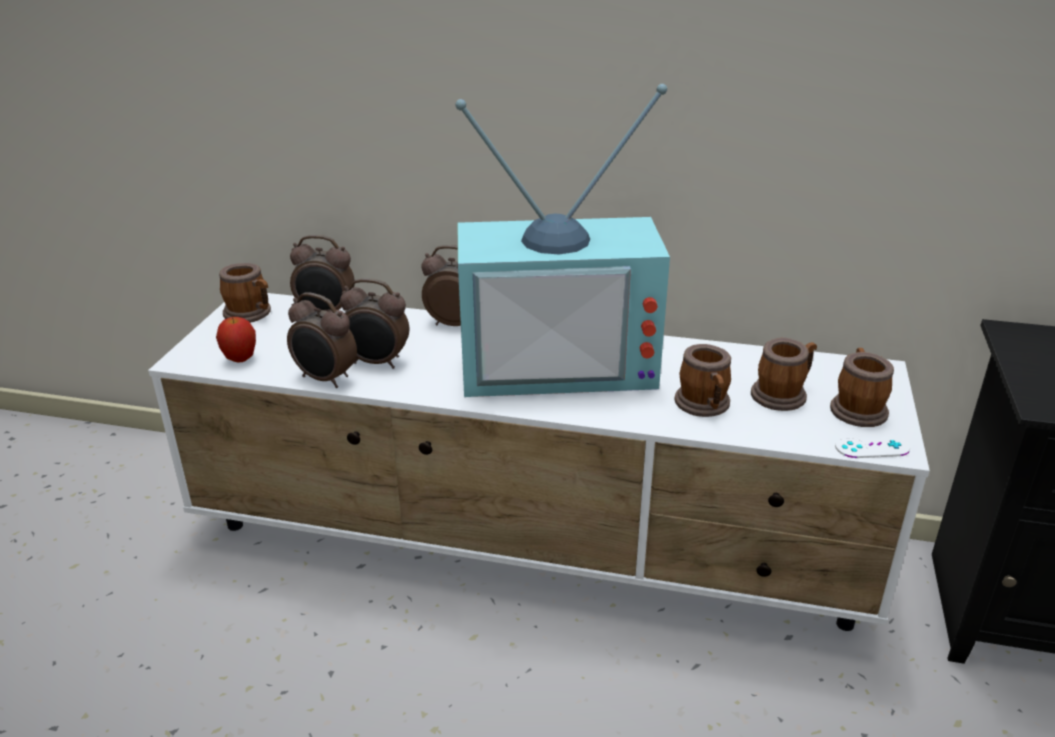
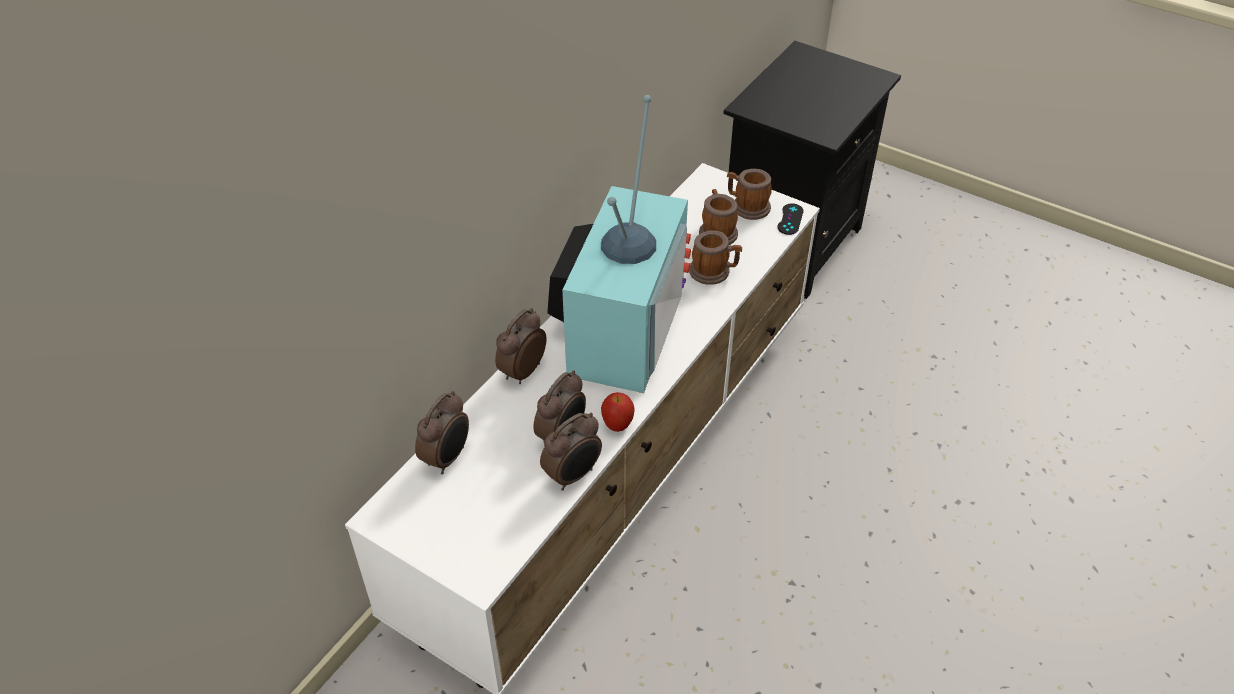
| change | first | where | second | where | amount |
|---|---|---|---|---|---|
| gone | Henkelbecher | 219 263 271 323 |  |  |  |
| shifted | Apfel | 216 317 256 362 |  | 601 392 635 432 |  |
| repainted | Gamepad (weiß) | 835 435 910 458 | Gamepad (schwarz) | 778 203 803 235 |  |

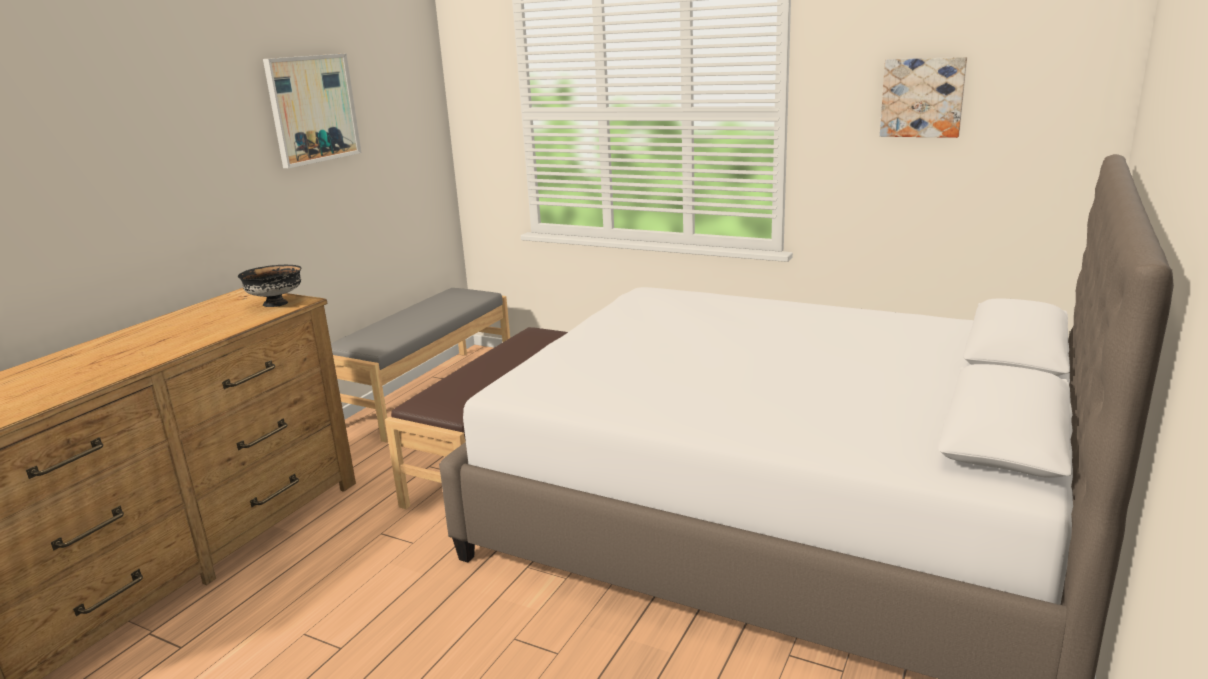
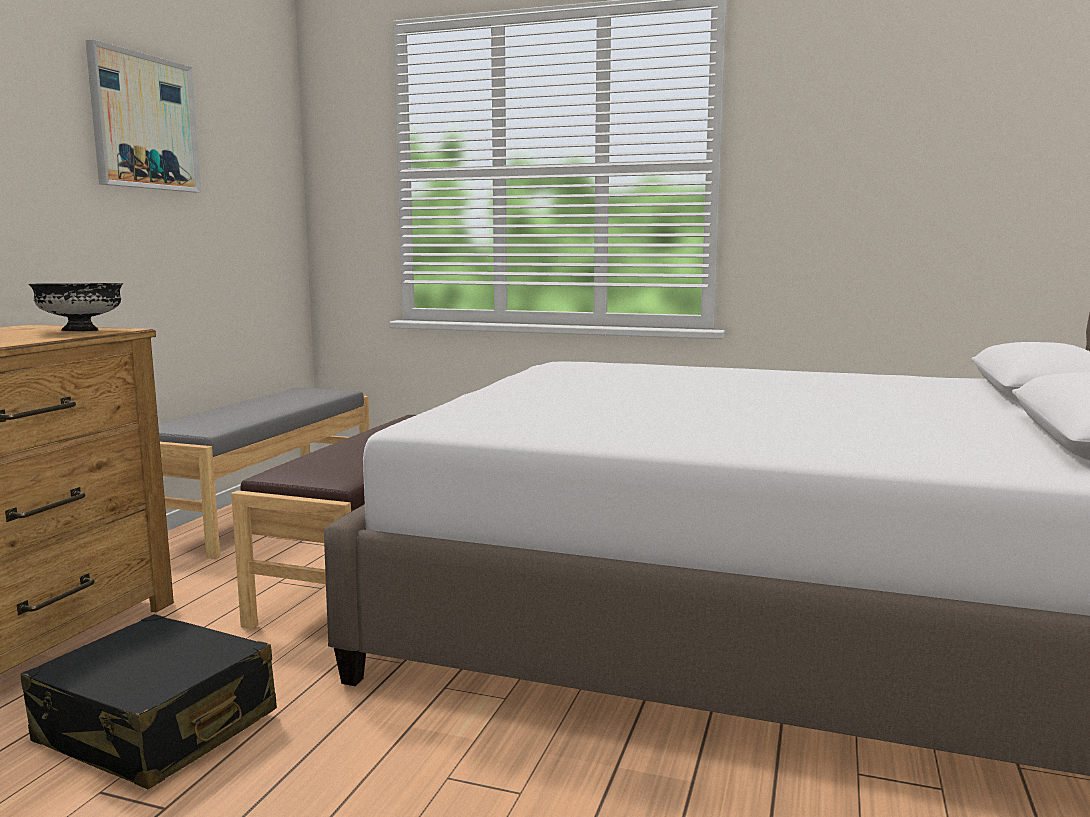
| change | first | where | second | where | amount |
|---|---|---|---|---|---|
| gone | Bild | 880 57 967 138 |  |  |  |
| new |  |  | Koffer (schwarz) | 21 614 277 789 |  |

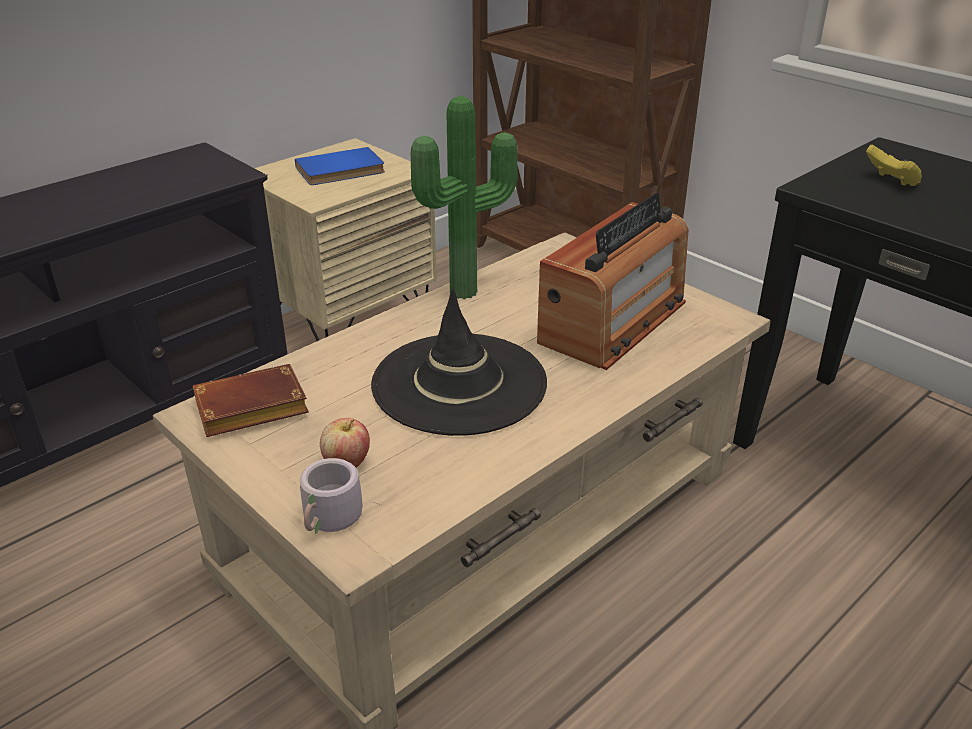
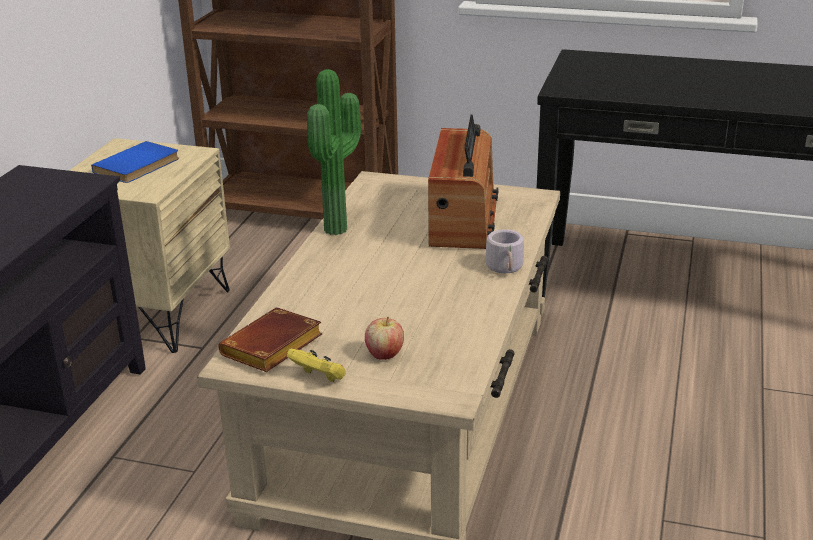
| change | first | where | second | where | amount |
|---|---|---|---|---|---|
| shifted | Gamepad (gelb) | 866 145 922 186 |  | 286 349 346 382 |  |
| gone | Hut (schwarz) | 371 289 547 436 |  |  |  |
| shifted | Henkelbecher (grau) | 300 458 376 534 |  | 486 229 524 273 |  |

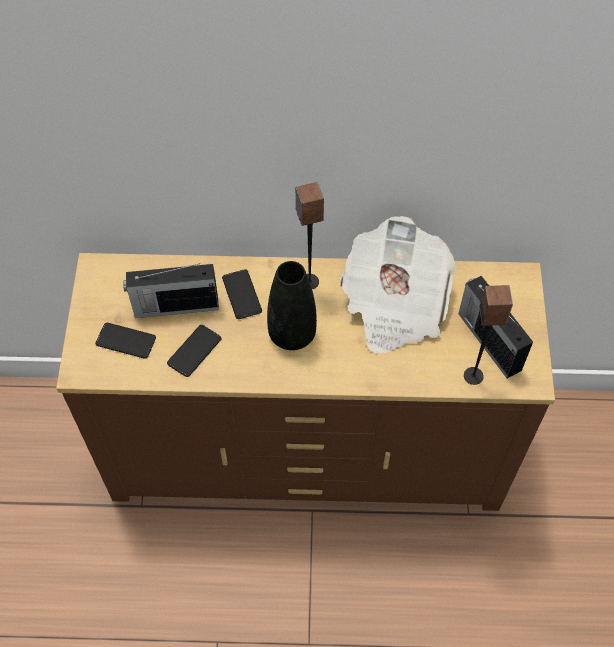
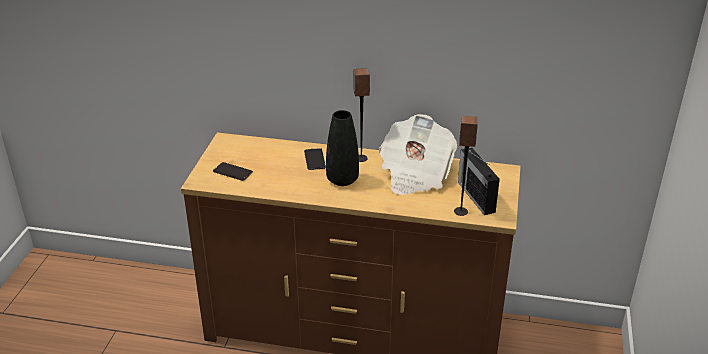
| change | first | where | second | where | amount |
|---|---|---|---|---|---|
| gone | Radio | 123 263 219 318 |  |  |  |
| gone | Handy | 167 325 221 377 |  |  |  |

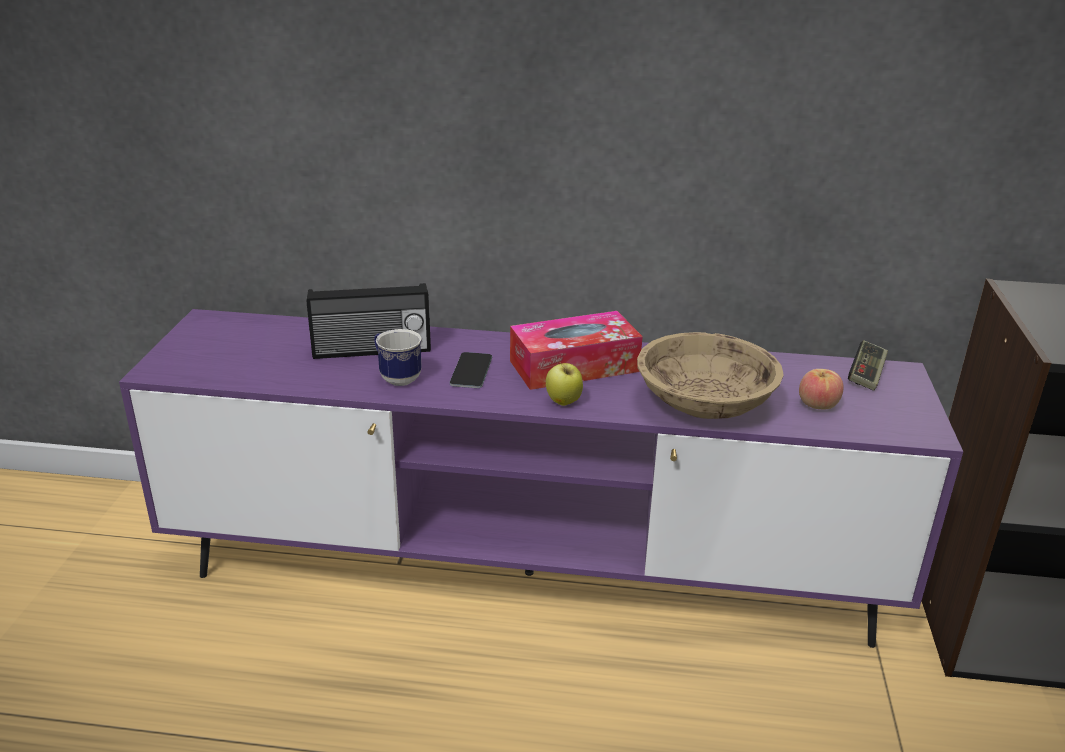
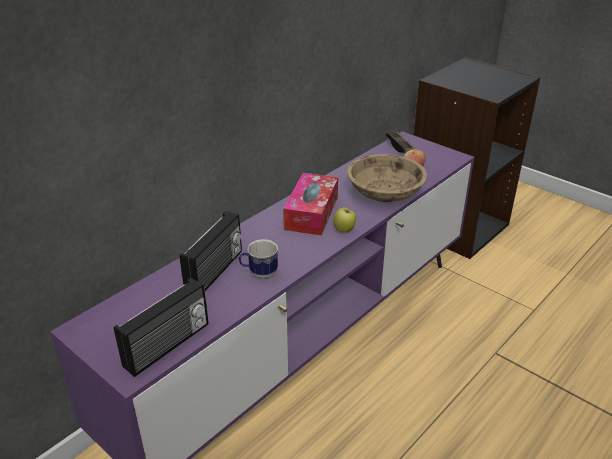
| change | first | where | second | where | amount |
|---|---|---|---|---|---|
| gone | Handy | 450 352 492 388 |  |  |  |
| new |  |  | Radio | 114 278 208 377 |  |

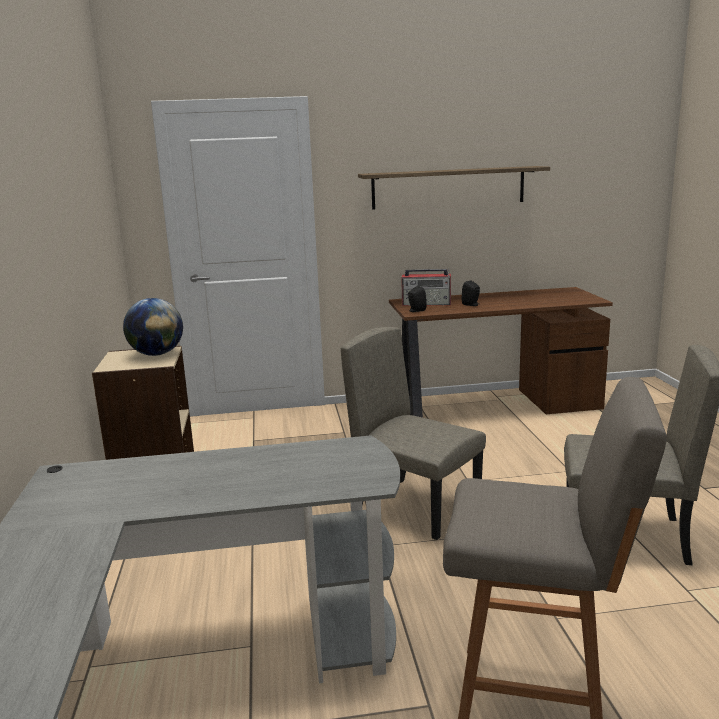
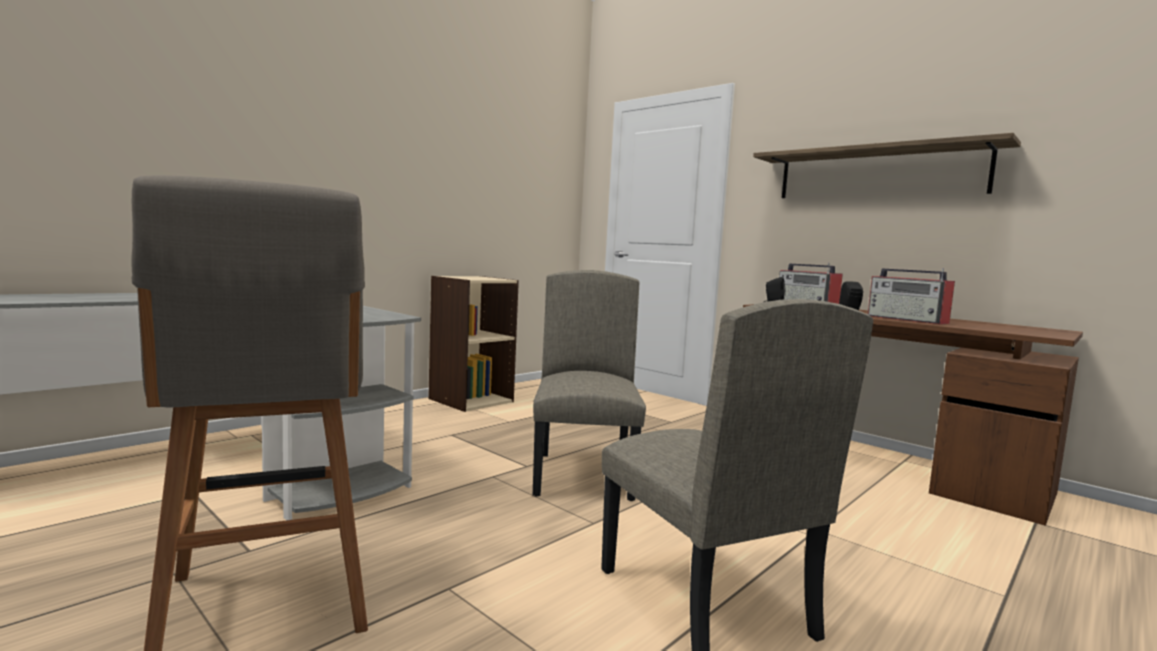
| change | first | where | second | where | amount |
|---|---|---|---|---|---|
| gone | Globus | 123 298 183 356 |  |  |  |
| new |  |  | Radio | 868 268 955 324 |  |

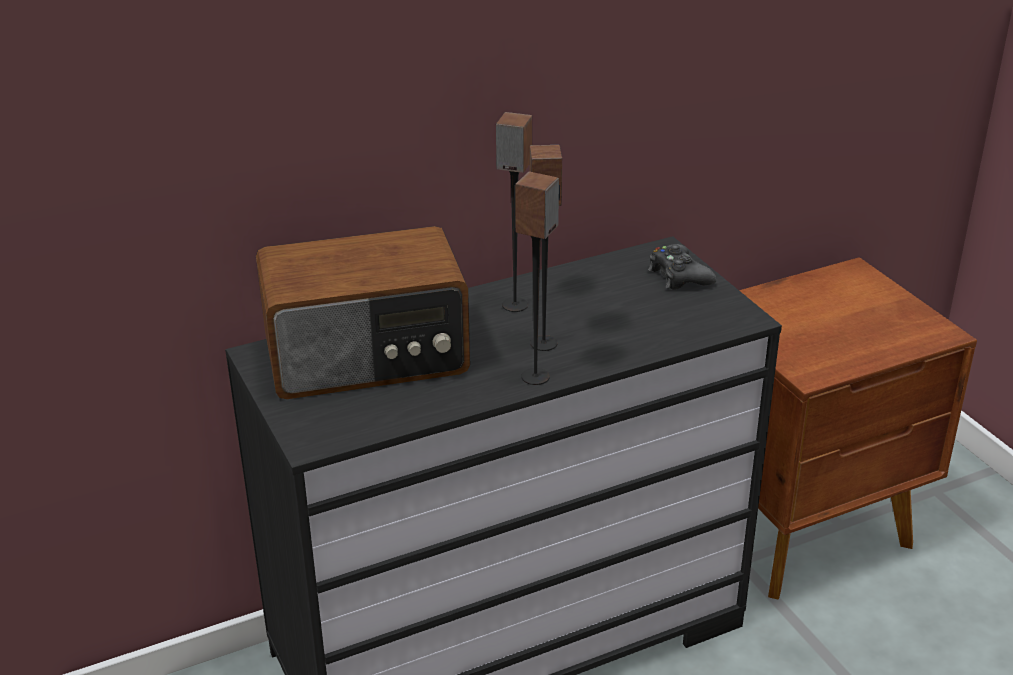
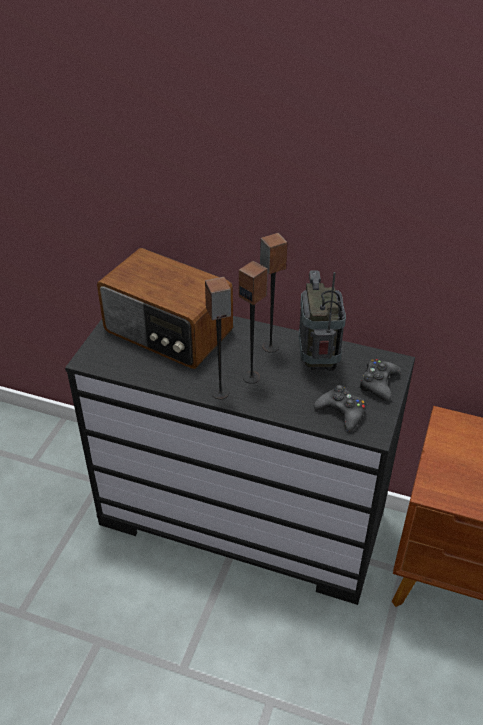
| change | first | where | second | where | amount |
|---|---|---|---|---|---|
| new |  |  | Radio | 299 270 346 371 |  |
| new |  |  | Gamepad (schwarz) | 314 385 366 431 |  |

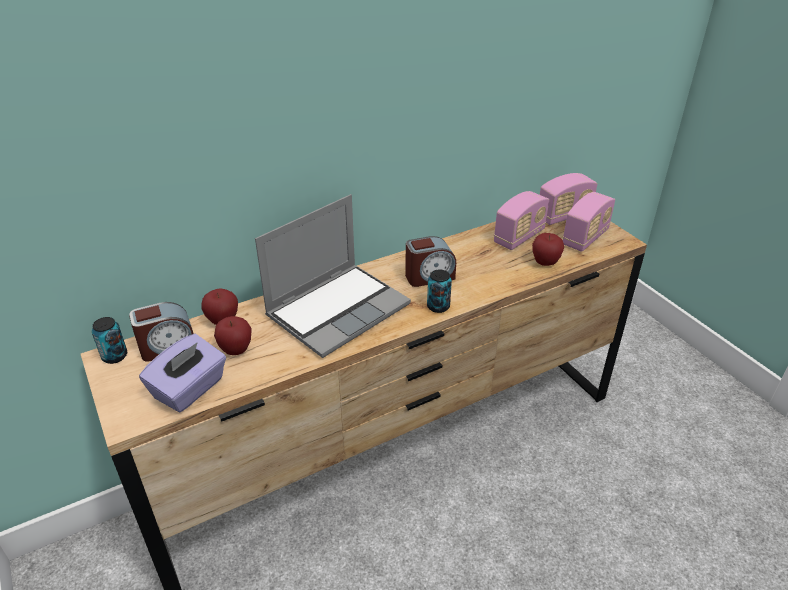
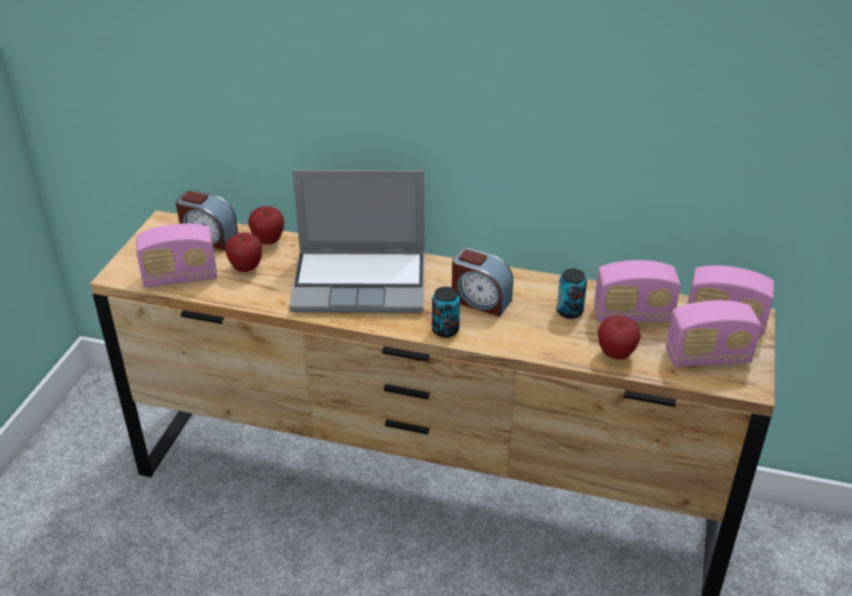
| change | first | where | second | where | amount |
|---|---|---|---|---|---|
| shifted | Dose | 92 317 127 364 |  | 557 269 587 319 |  |
| swapped | Taschentuchbox (lila) | 139 334 226 413 | Radio | 136 223 217 287 |  |

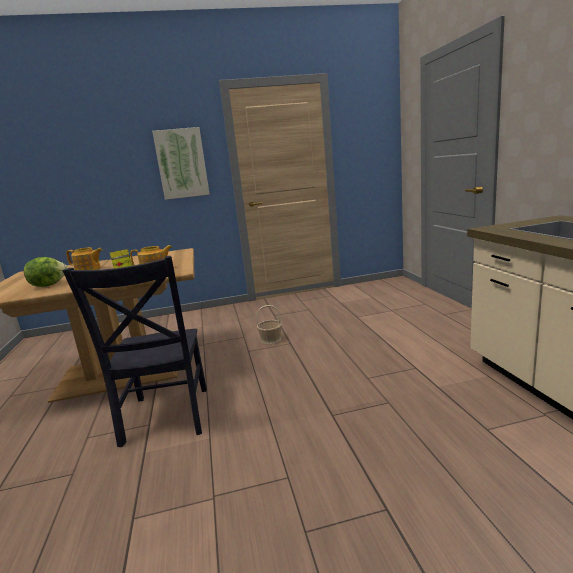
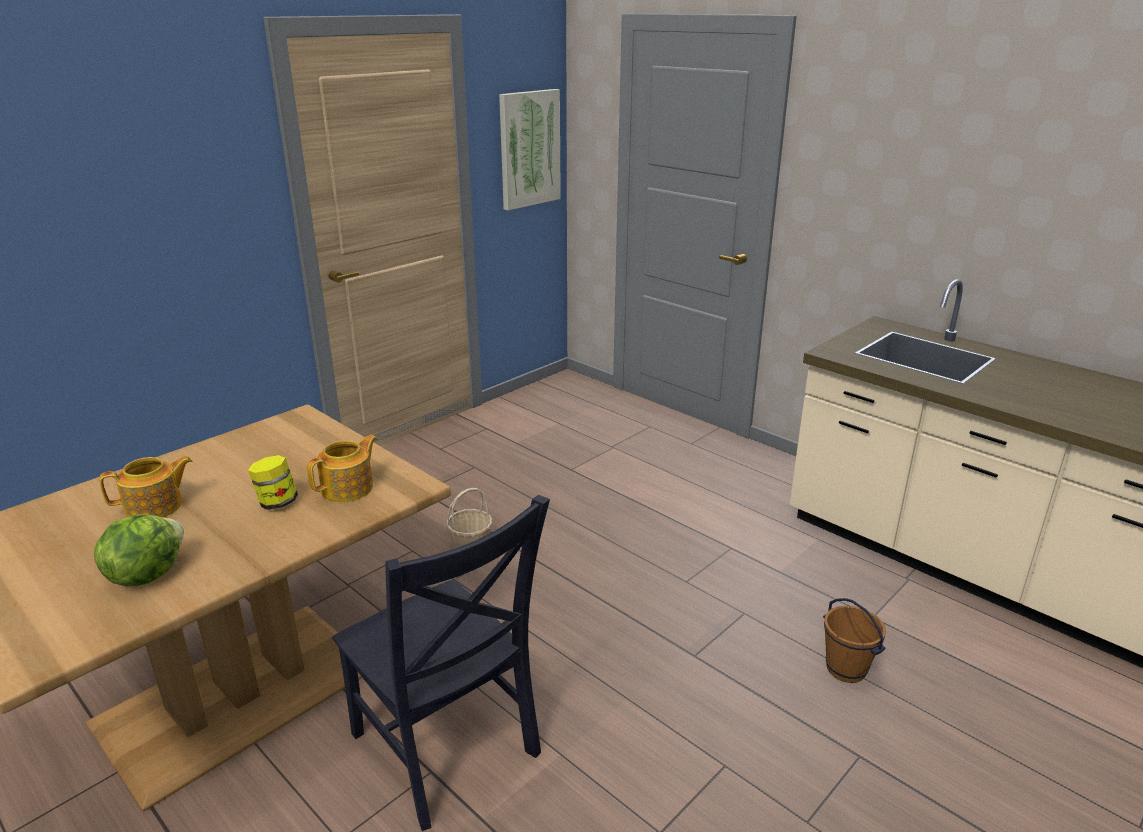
| change | first | where | second | where | amount |
|---|---|---|---|---|---|
| shifted | Bild | 152 127 210 200 |  | 499 89 561 210 |  |
| new |  |  | Eimer (braun) | 823 598 886 683 |  |

